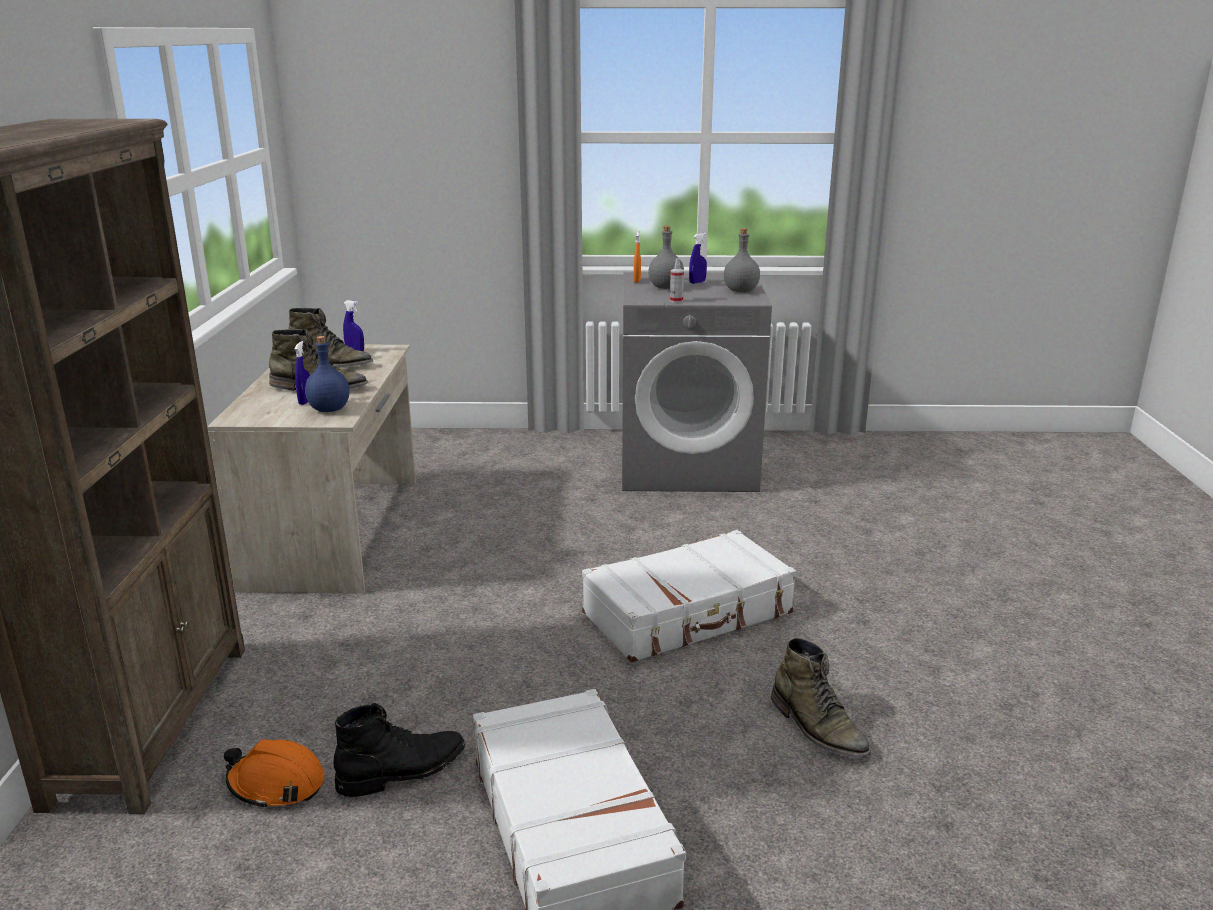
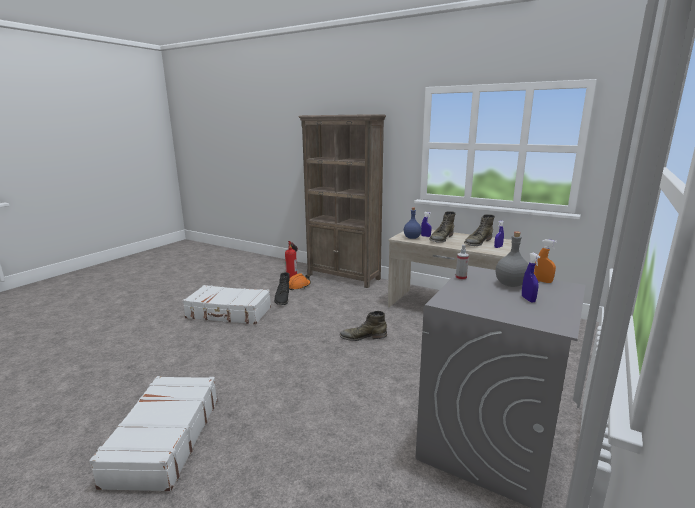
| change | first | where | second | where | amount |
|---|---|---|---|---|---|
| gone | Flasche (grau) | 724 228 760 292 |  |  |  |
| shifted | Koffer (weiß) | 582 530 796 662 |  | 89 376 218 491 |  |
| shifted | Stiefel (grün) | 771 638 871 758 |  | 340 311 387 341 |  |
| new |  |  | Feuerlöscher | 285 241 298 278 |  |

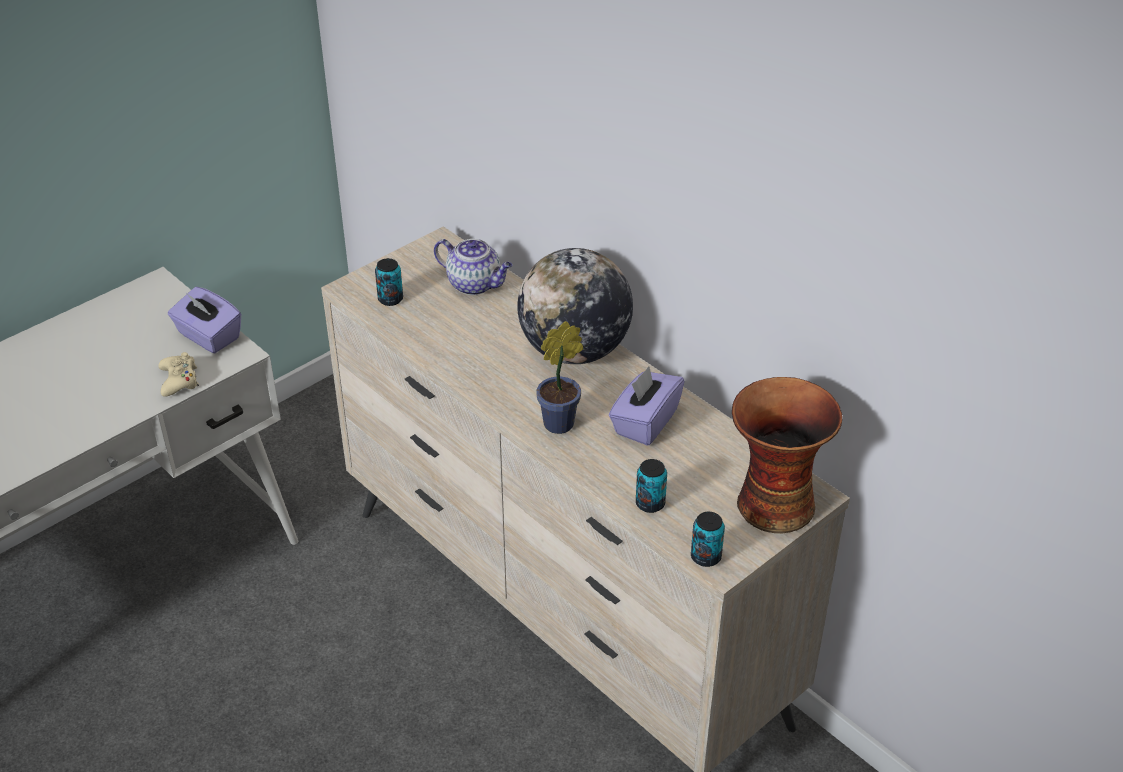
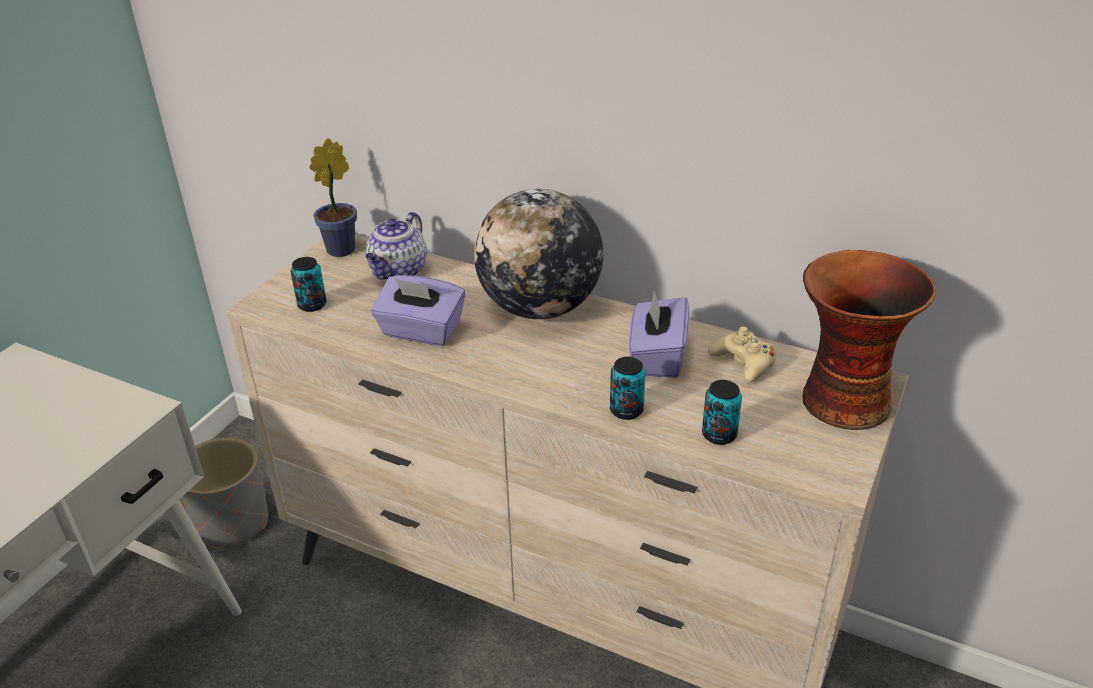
| change | first | where | second | where | amount |
|---|---|---|---|---|---|
| rotated | Teekanne | 434 239 513 295 |  | 366 212 427 280 | 105 degrees clockwise |
| shifted | Taschentuchbox (lila) | 168 287 241 353 |  | 371 275 465 346 |  |
| shifted | Topfpflanze | 536 321 583 434 |  | 310 138 357 257 |  |
| shifted | Gamepad (beige) | 158 352 199 397 |  | 708 327 776 382 |  |
| shifted | Dose | 691 512 725 567 |  | 610 357 646 420 |  |
| new |  |  | Pflanzkübel (grau) | 181 438 268 549 |  |

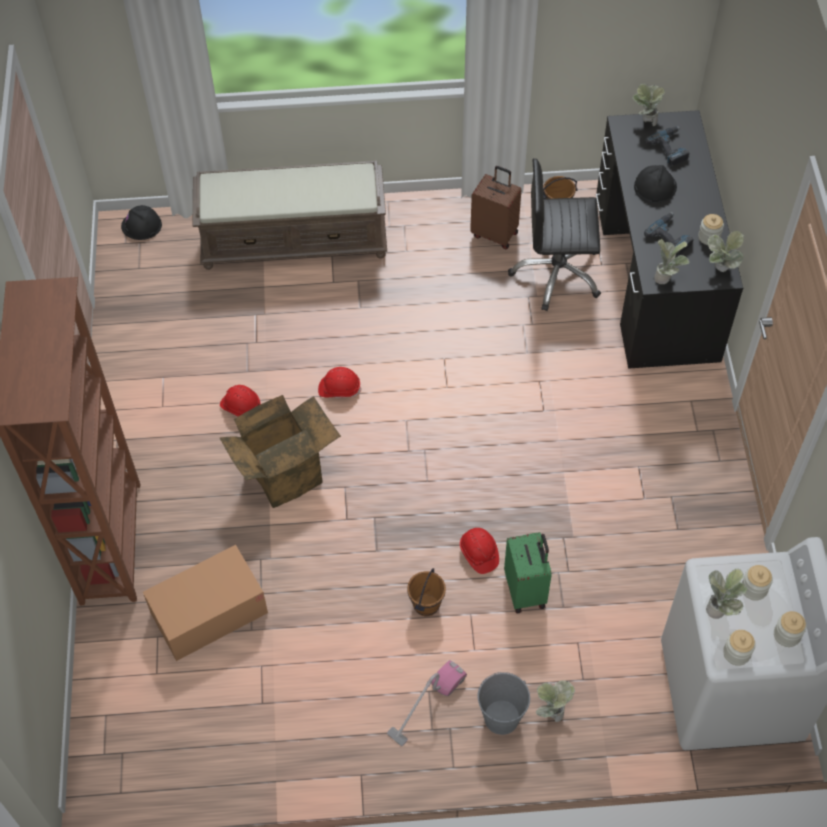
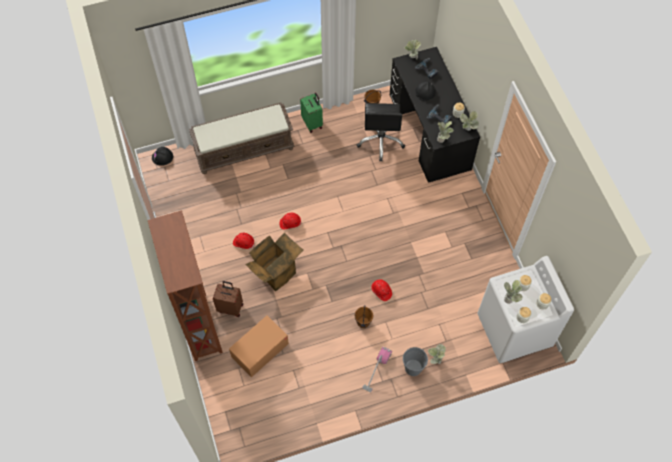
| change | first | where | second | where | amount |
|---|---|---|---|---|---|
| rotated | Bürostuhl (schwarz) | 508 158 601 311 |  | 357 103 405 161 | 75 degrees counterclockwise |
| shifted | Koffer (braun) | 470 166 521 249 |  | 213 281 243 317 |  |
| shifted | Koffer (grün) | 504 532 552 614 |  | 300 92 323 133 |  |

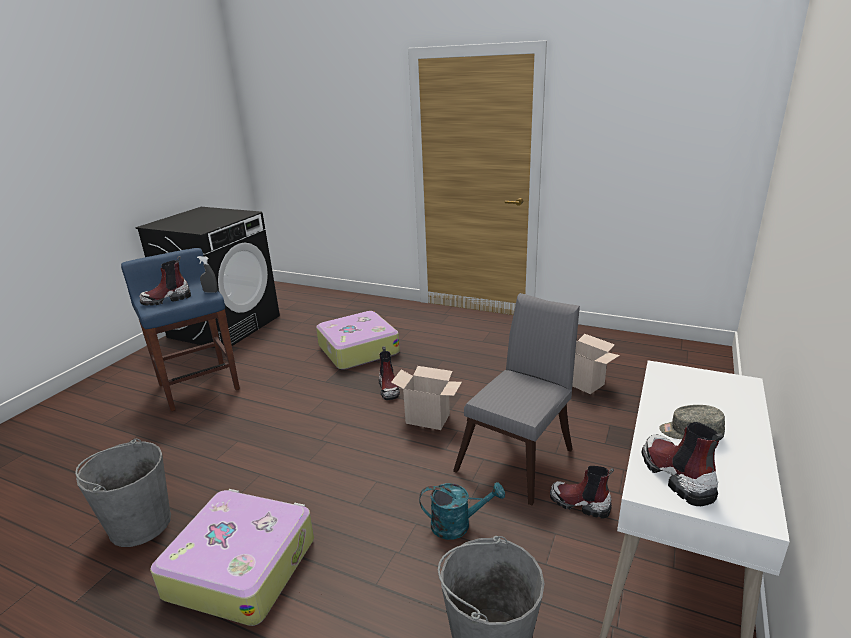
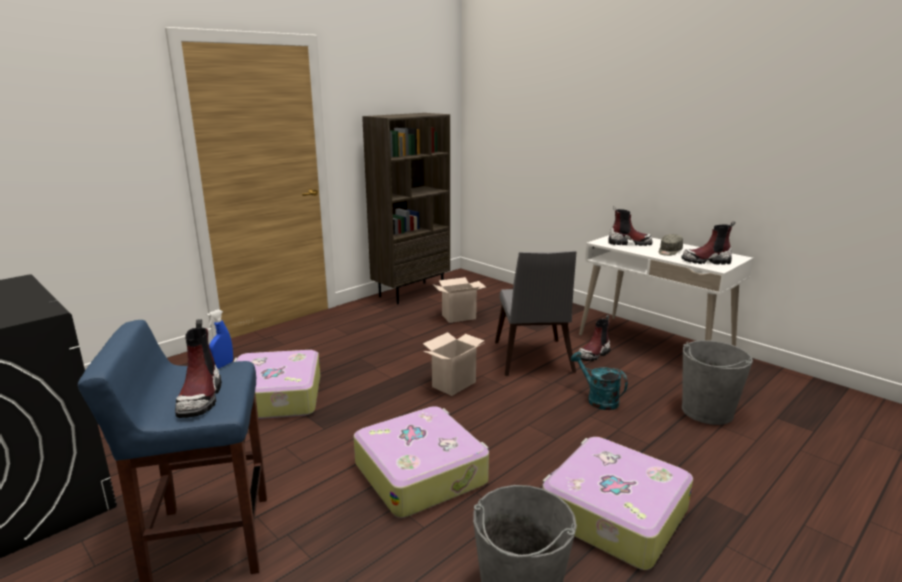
| change | first | where | second | where | amount |
|---|---|---|---|---|---|
| repainted | Sprühflasche (grau) | 197 256 218 293 | Sprühflasche (blau) | 206 310 233 369 |  |
| rotated | Stuhl (grau) | 453 293 580 506 |  | 495 251 577 376 | 150 degrees counterclockwise |
| shifted | Stiefel | 379 346 400 400 |  | 608 206 652 246 |  |
| rotated | Gießkanne (türkis) | 420 482 505 540 |  | 571 352 628 410 | 60 degrees counterclockwise |
| new |  |  | Bücherregal (braun) | 362 113 450 304 |  |
| new |  |  | Koffer | 353 406 489 518 |  |

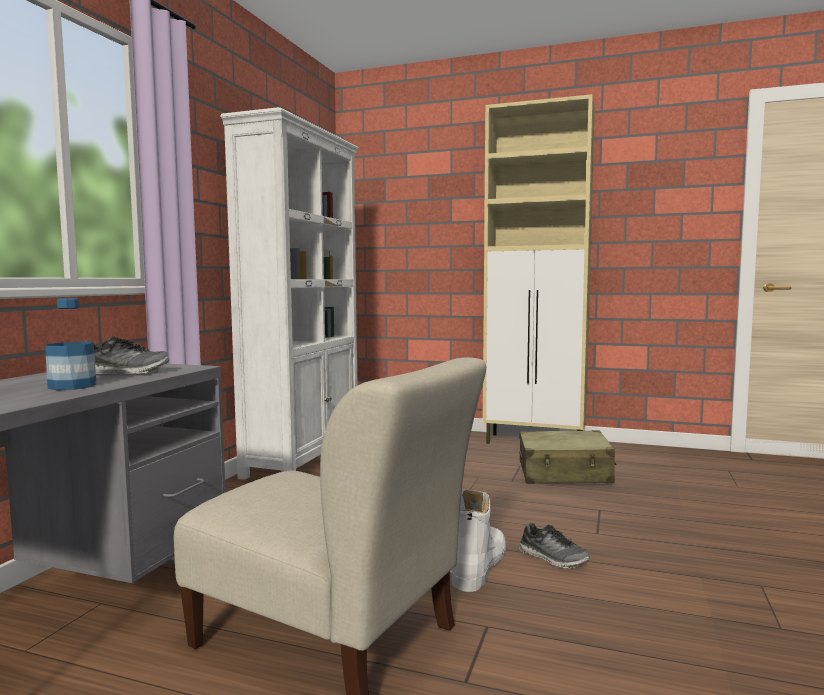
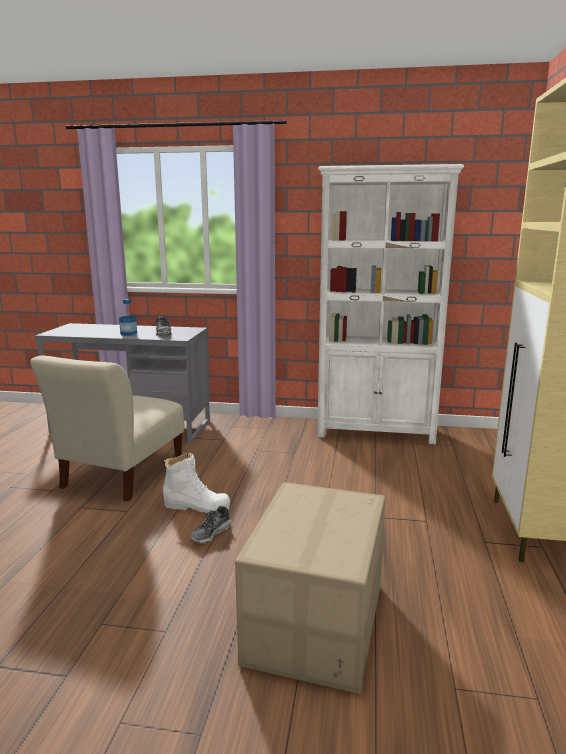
| change | first | where | second | where | amount |
|---|---|---|---|---|---|
| gone | Koffer (beige) | 519 430 617 484 |  |  |  |
| new |  |  | Karton | 235 482 385 694 |  |

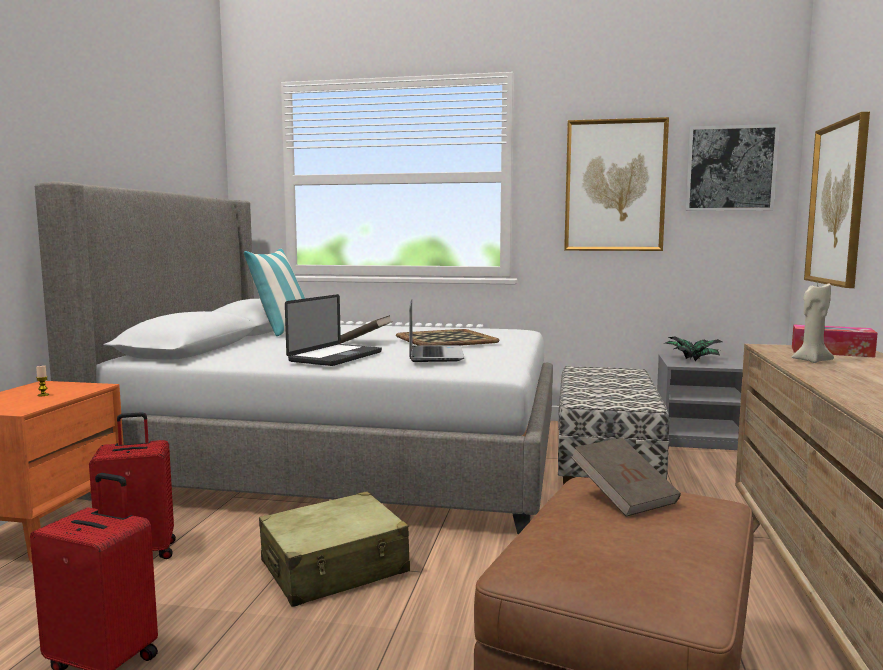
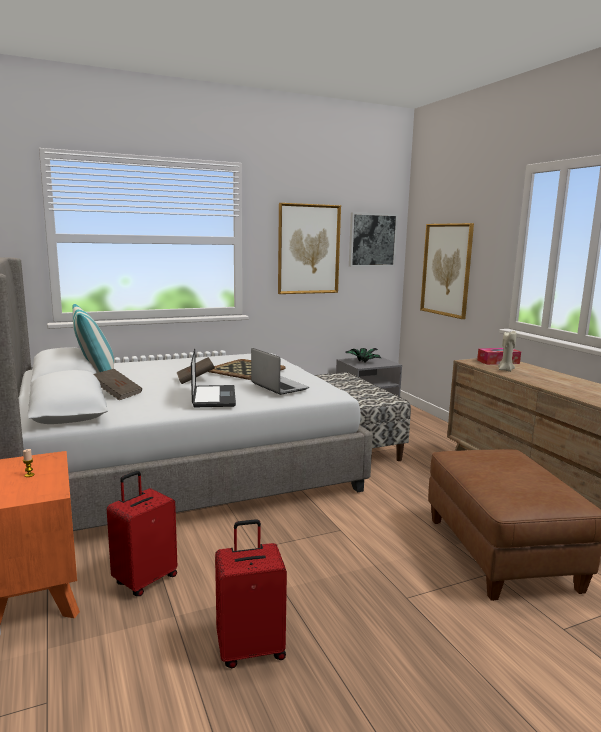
| change | first | where | second | where | amount |
|---|---|---|---|---|---|
| shifted | Buch (braun) | 571 438 681 517 |  | 93 369 142 400 |  |
| gone | Koffer (beige) | 259 492 410 607 |  |  |  |

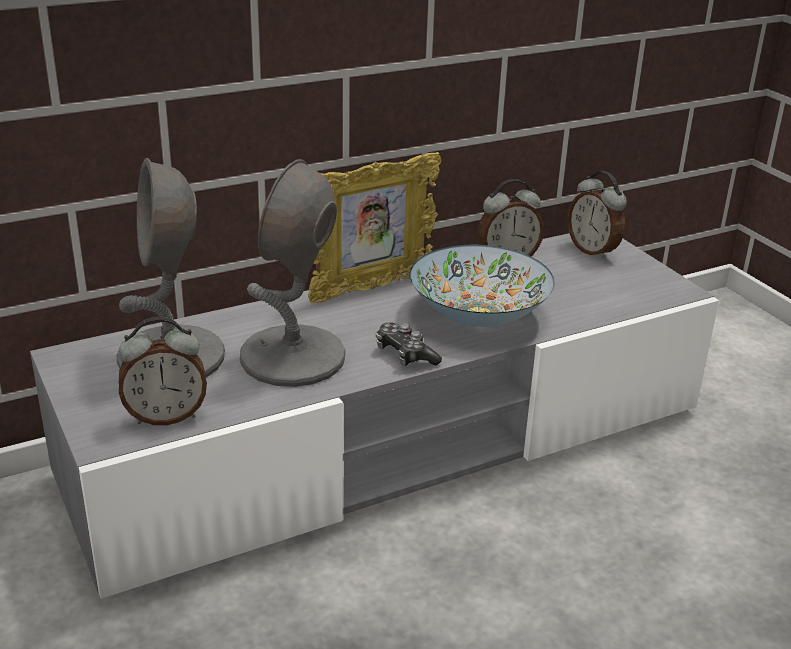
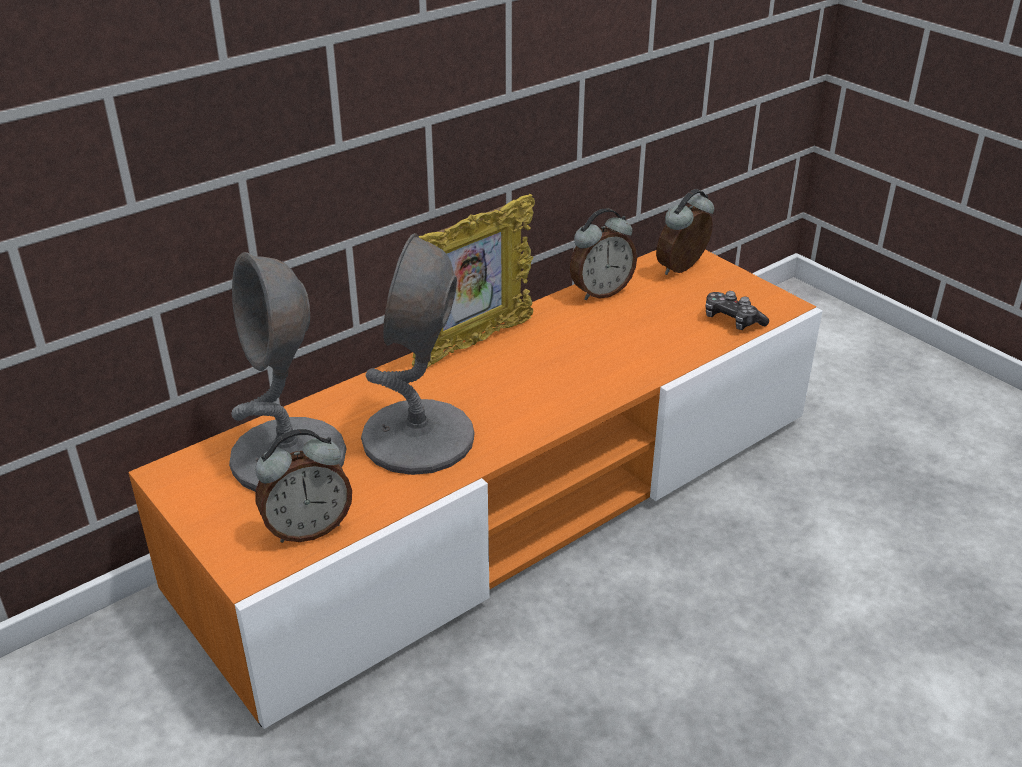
| change | first | where | second | where | amount |
|---|---|---|---|---|---|
| rotated | Wecker | 567 171 627 260 |  | 656 189 714 275 | 90 degrees clockwise |
| repainted | Fernsehschrank (grau) | 30 233 719 599 | Fernsehschrank (orange) | 128 250 822 729 |  |
| gone | Schüssel | 410 245 555 327 |  |  |  |
| shifted | Gamepad | 376 322 442 366 |  | 706 291 769 330 |  |

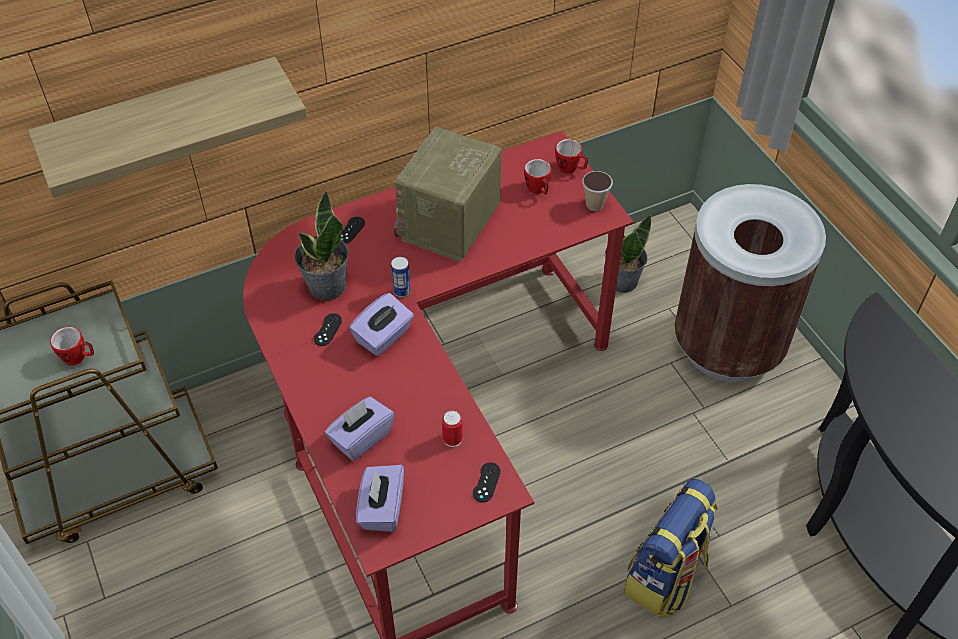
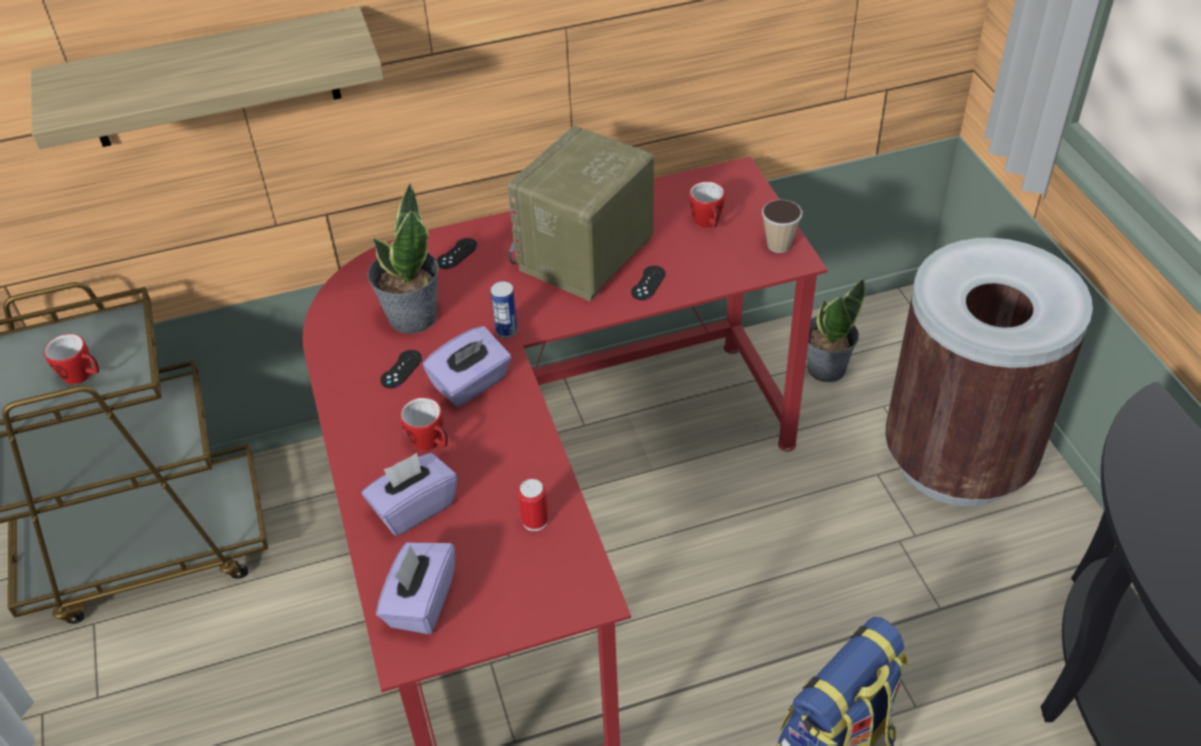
| change | first | where | second | where | amount |
|---|---|---|---|---|---|
| shifted | Henkelbecher | 555 139 588 174 |  | 400 397 448 451 |  |
| shifted | Gamepad (schwarz) | 473 462 501 502 |  | 631 266 666 300 |  |

